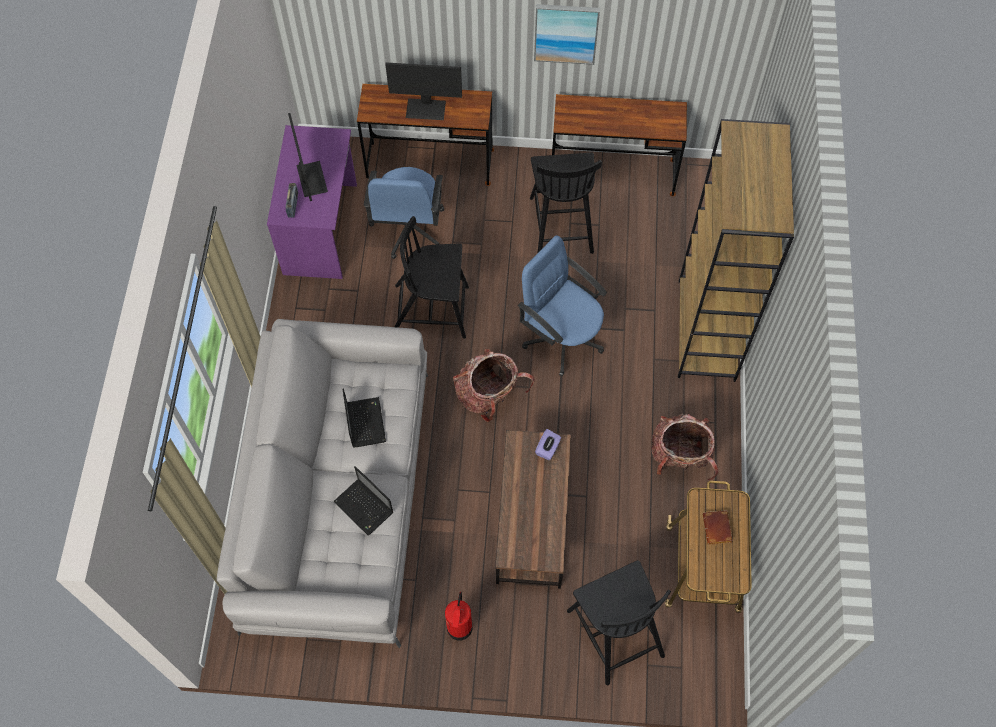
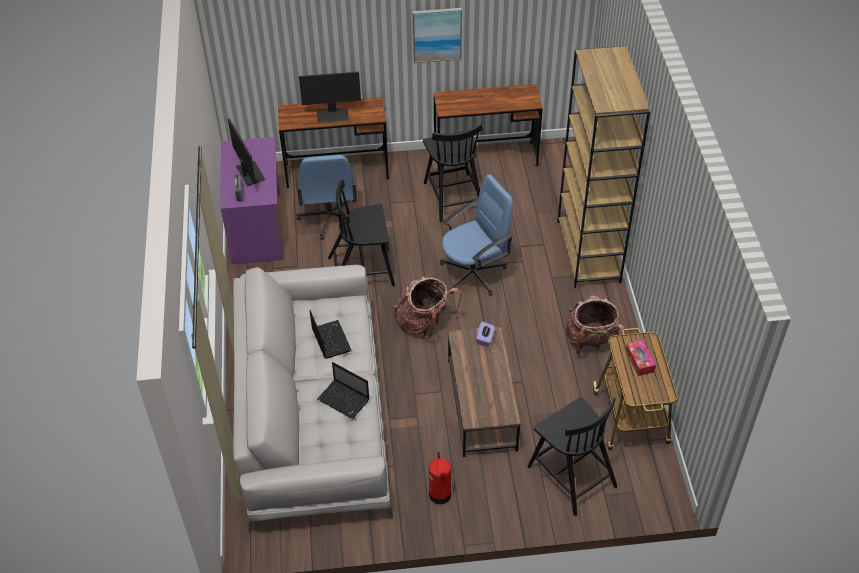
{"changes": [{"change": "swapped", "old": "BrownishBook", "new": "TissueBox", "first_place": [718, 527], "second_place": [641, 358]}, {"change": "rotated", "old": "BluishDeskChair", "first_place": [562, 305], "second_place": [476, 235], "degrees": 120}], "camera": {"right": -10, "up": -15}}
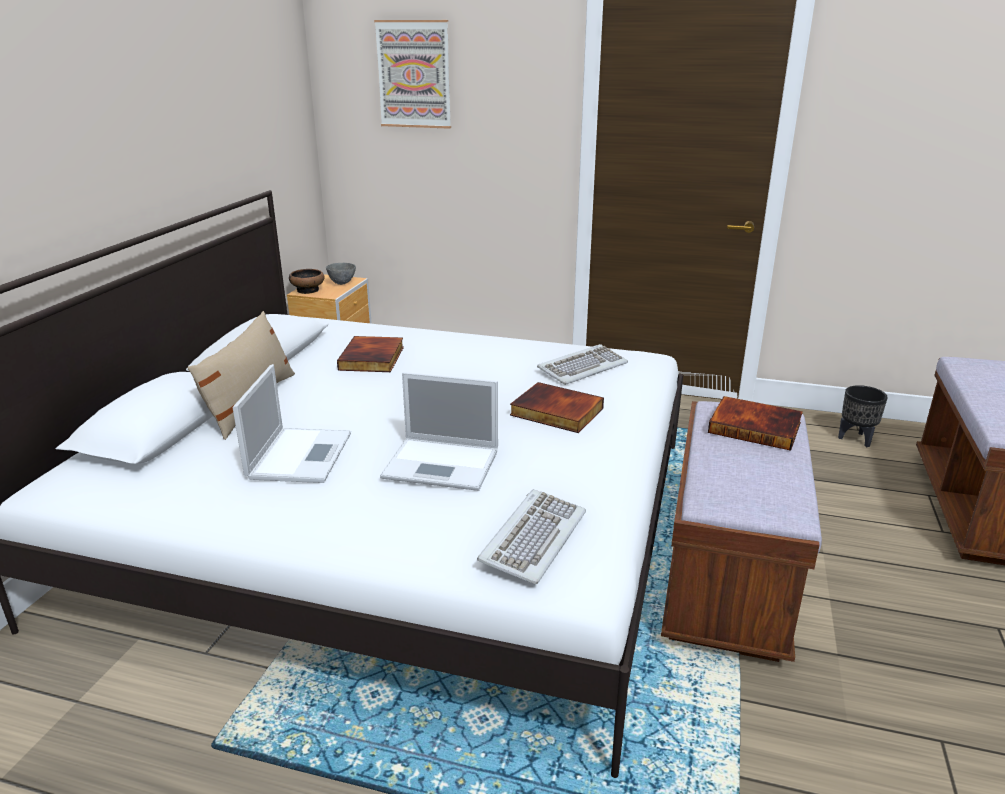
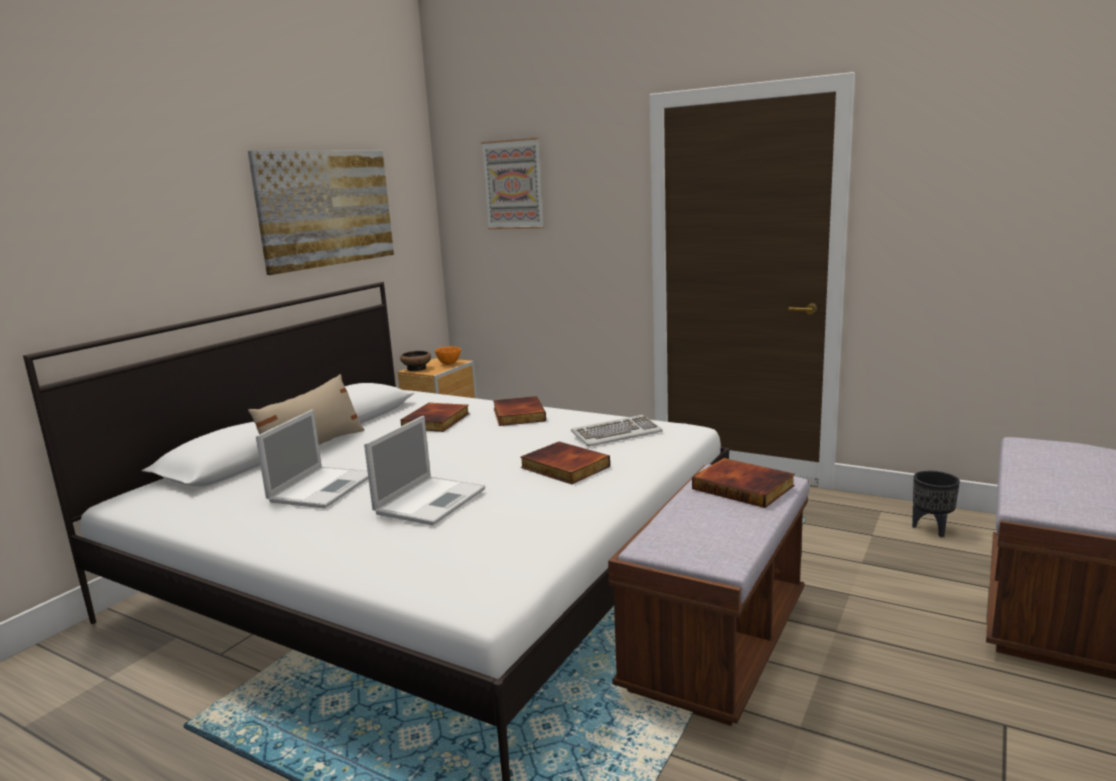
{"changes": [{"change": "gone", "old": "PcKeyboard", "first_place": [531, 536]}, {"change": "new", "new": "WallArt", "second_place": [321, 212]}, {"change": "new", "new": "Book", "second_place": [519, 411]}, {"change": "repainted", "old": "GrayDeepDish", "new": "OrangeyDeepDish", "first_place": [341, 274], "second_place": [448, 355]}, {"change": "rotated", "old": "PortableComputer", "first_place": [439, 431], "second_place": [424, 471], "degrees": -90}], "camera": {"right": 15, "up": -10}}
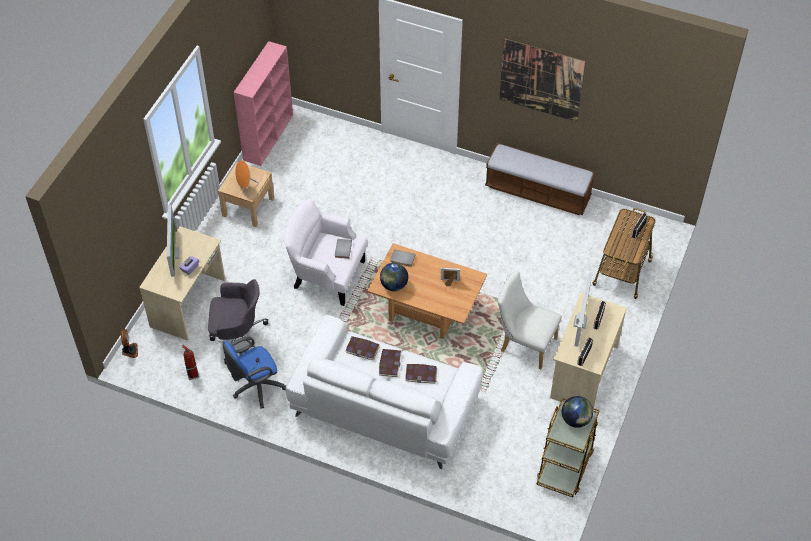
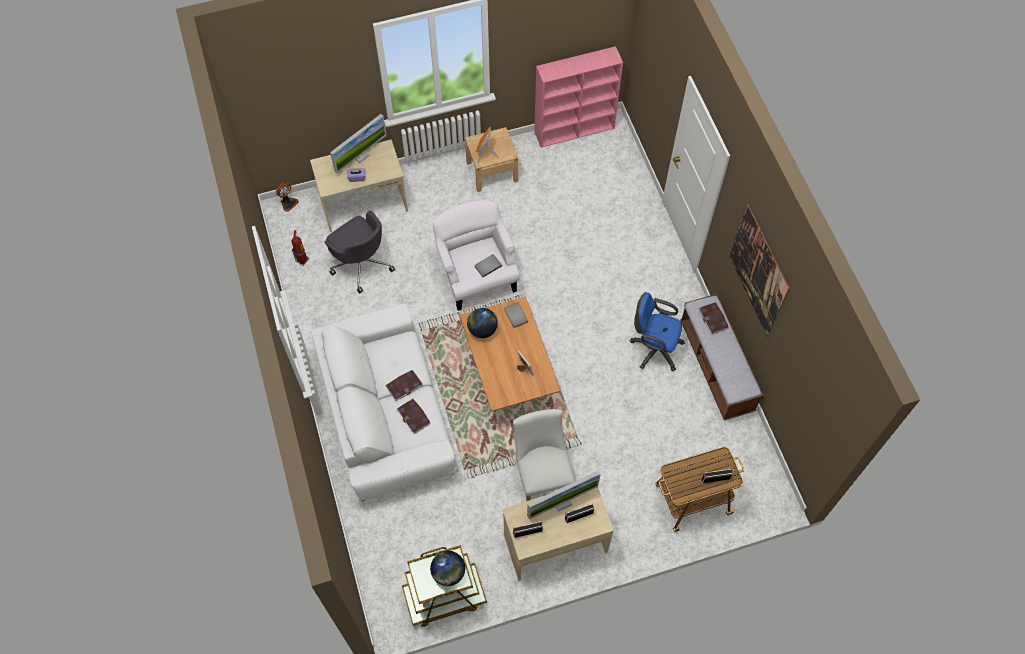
{"changes": [{"change": "shifted", "old": "BluishDeskChair", "first_place": [254, 372], "second_place": [657, 331]}, {"change": "shifted", "old": "Book", "first_place": [362, 348], "second_place": [714, 318]}], "camera": {"right": 50, "up": 10}}
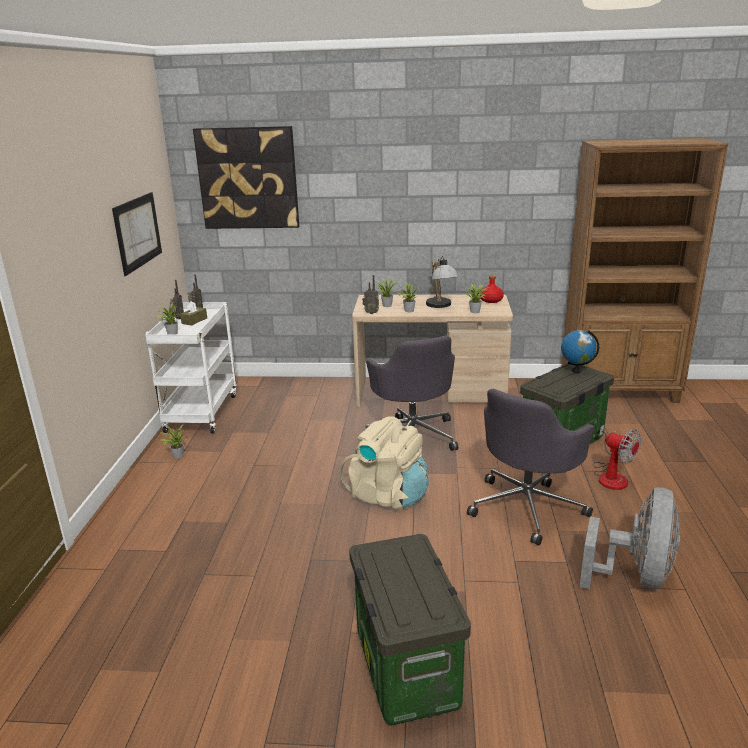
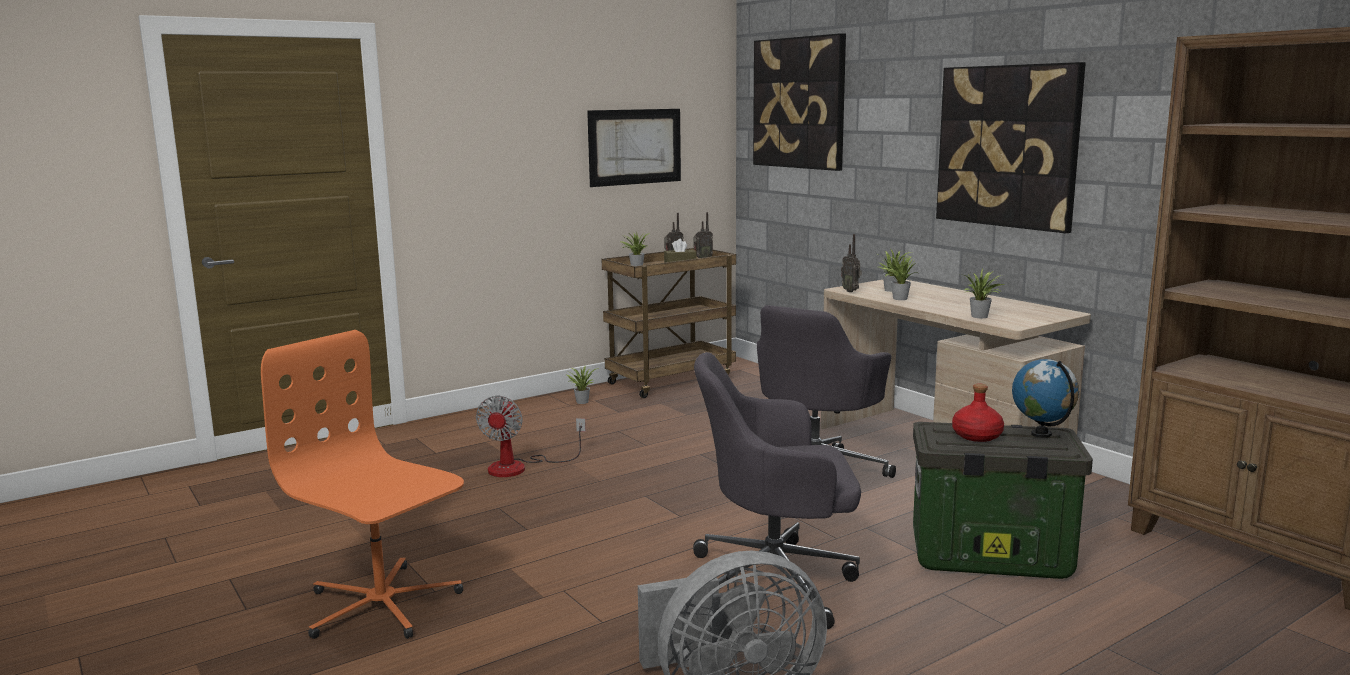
{"changes": [{"change": "gone", "old": "BeigeColouredKnapsack", "first_place": [384, 464]}, {"change": "gone", "old": "LampForATable", "first_place": [442, 282]}, {"change": "new", "new": "WallArt", "second_place": [1011, 147]}, {"change": "shifted", "old": "ReddishDrinkBottle", "first_place": [492, 289], "second_place": [978, 412]}, {"change": "shifted", "old": "CoolingFan", "first_place": [617, 457], "second_place": [531, 436]}, {"change": "swapped", "old": "StorageBox", "new": "OrangeyDeskChair", "first_place": [410, 630], "second_place": [362, 484]}, {"change": "repainted", "old": "WhiteCart", "new": "BrownishCart", "first_place": [191, 368], "second_place": [669, 323]}], "camera": {"right": 50, "up": -10}}
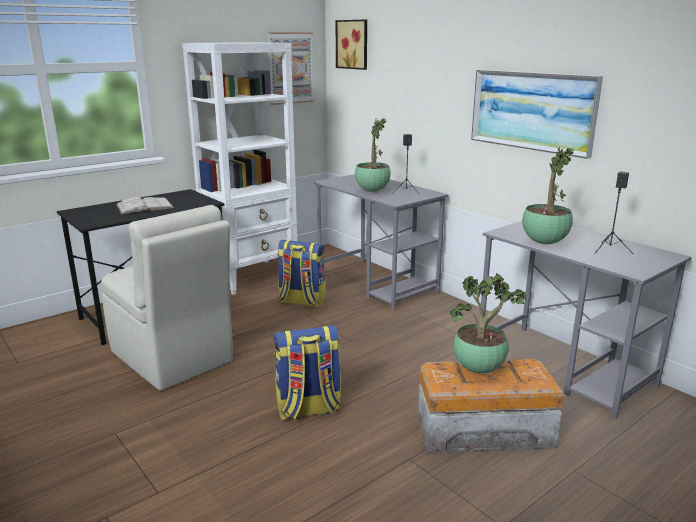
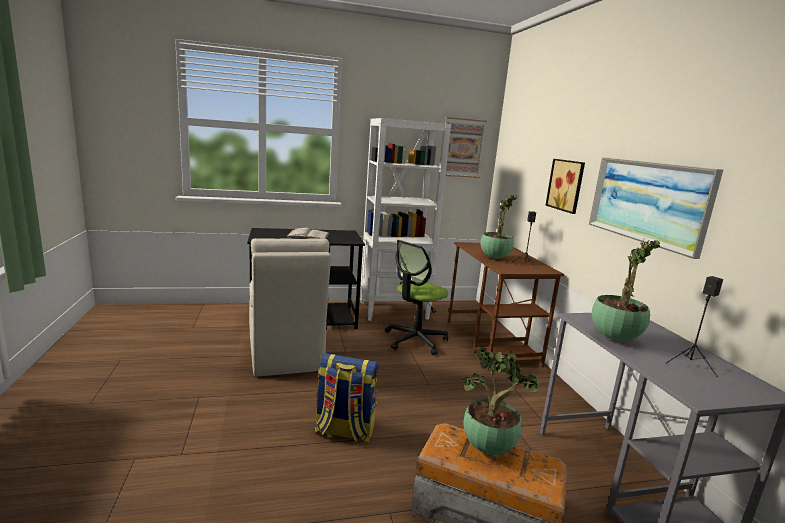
{"changes": [{"change": "shifted", "old": "WallArt", "first_place": [351, 45], "second_place": [565, 186]}, {"change": "swapped", "old": "Knapsack", "new": "DeskChair", "first_place": [301, 274], "second_place": [416, 297]}, {"change": "repainted", "old": "GrayDeskTable", "new": "BrownishDeskTable", "first_place": [381, 242], "second_place": [506, 306]}], "camera": {"right": 25, "up": -5}}
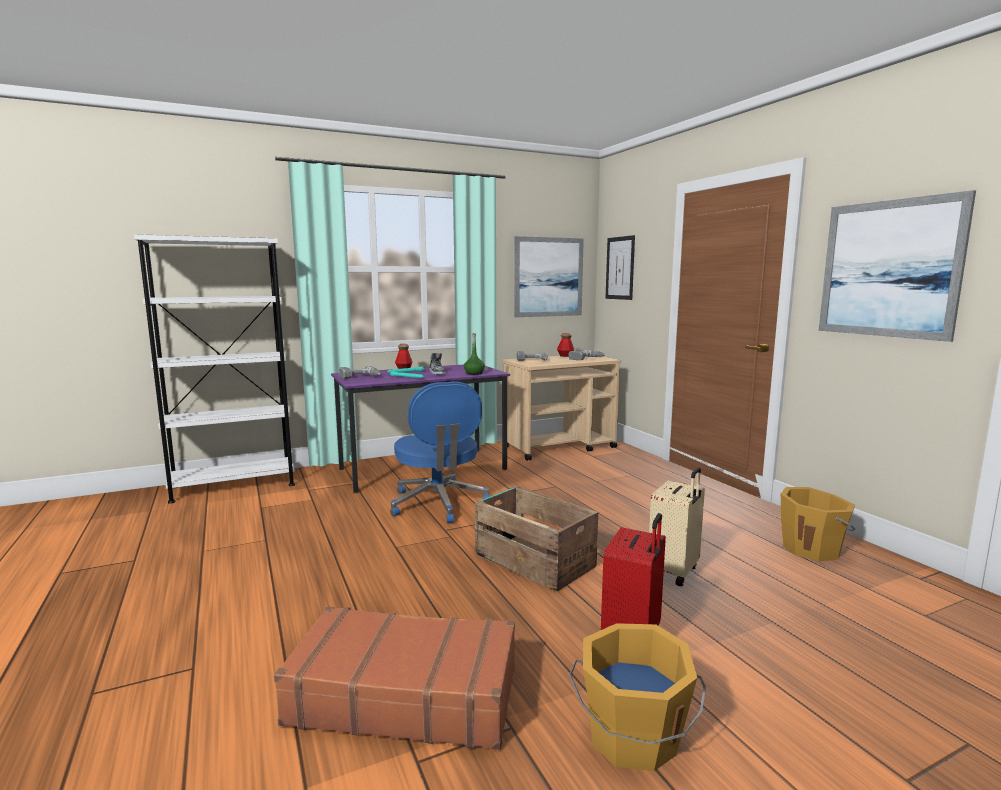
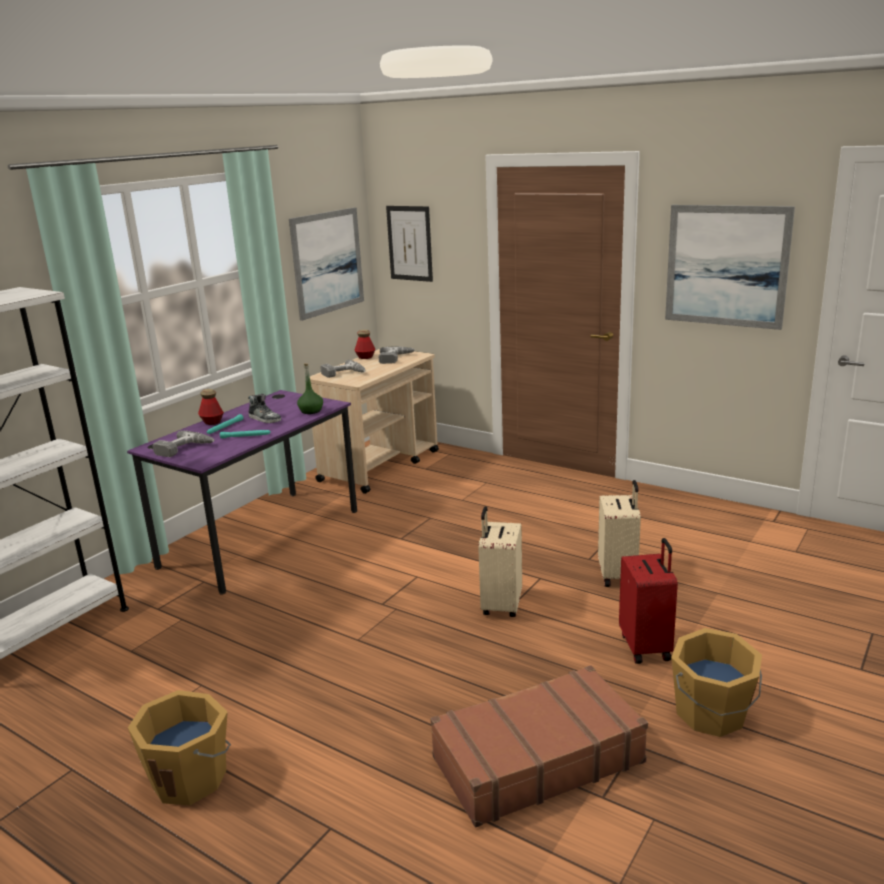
{"changes": [{"change": "gone", "old": "BluishDeskChair", "first_place": [440, 452]}, {"change": "shifted", "old": "OrangeyWaterBucket", "first_place": [818, 524], "second_place": [179, 747]}, {"change": "swapped", "old": "ShippingCrate", "new": "BeigeColouredSuitcase", "first_place": [536, 538], "second_place": [500, 561]}], "camera": {"right": -30, "up": 10}}
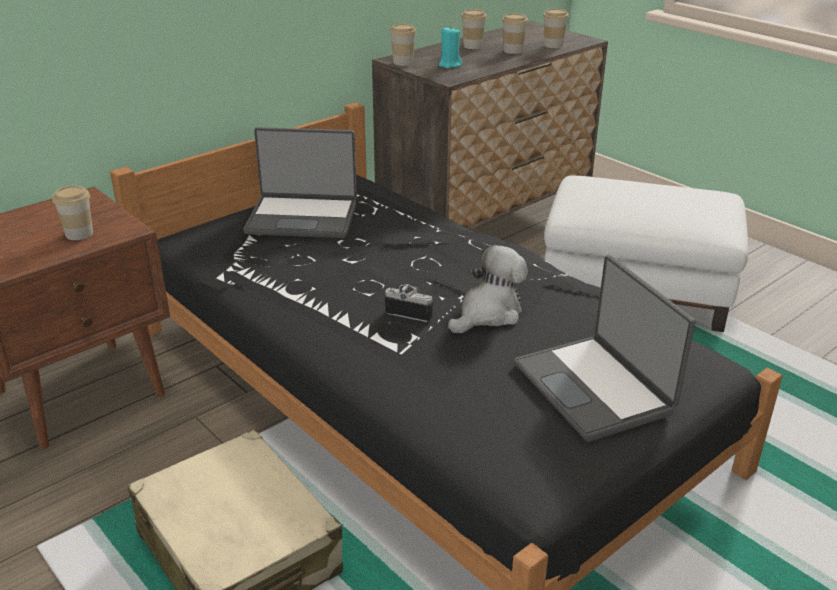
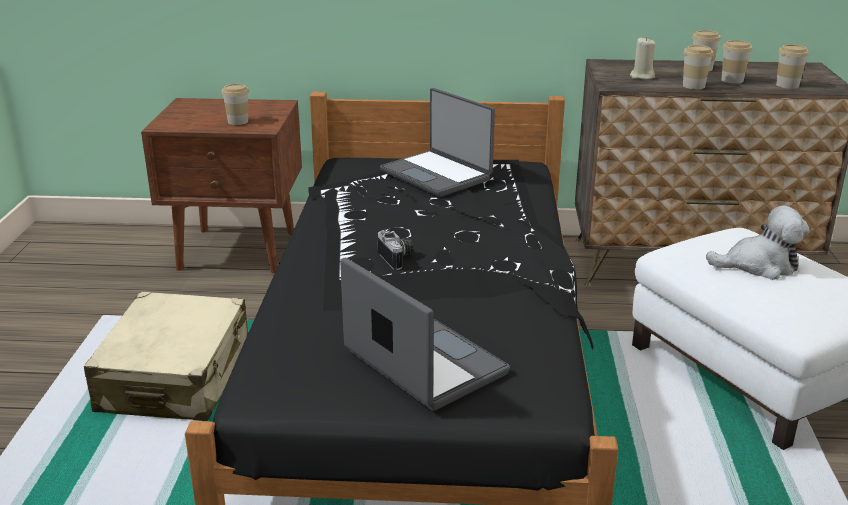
{"changes": [{"change": "shifted", "old": "SmallCup", "first_place": [403, 45], "second_place": [698, 67]}, {"change": "shifted", "old": "CuddlyToy", "first_place": [488, 289], "second_place": [757, 242]}, {"change": "repainted", "old": "BlueGreenCandle", "new": "BeigeColouredCandle", "first_place": [450, 48], "second_place": [643, 58]}, {"change": "rotated", "old": "PortableComputer", "first_place": [604, 348], "second_place": [425, 334], "degrees": 120}], "camera": {"right": 45, "up": -5}}
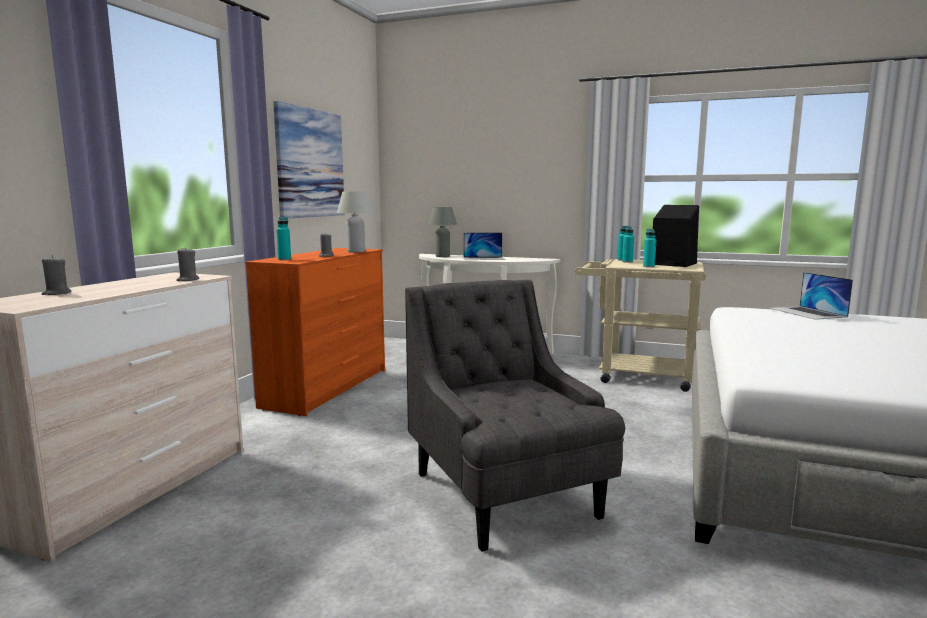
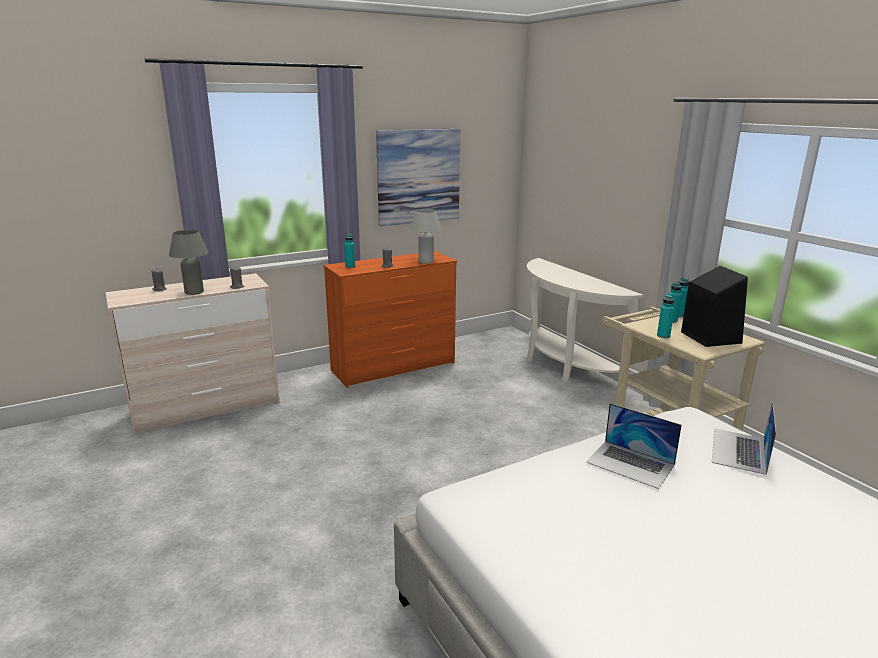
{"changes": [{"change": "gone", "old": "GrayLoungeChair", "first_place": [515, 415]}, {"change": "shifted", "old": "GrayLampForATable", "first_place": [442, 232], "second_place": [188, 262]}, {"change": "shifted", "old": "PortableComputer", "first_place": [484, 246], "second_place": [634, 446]}], "camera": {"right": 40, "up": 10}}
